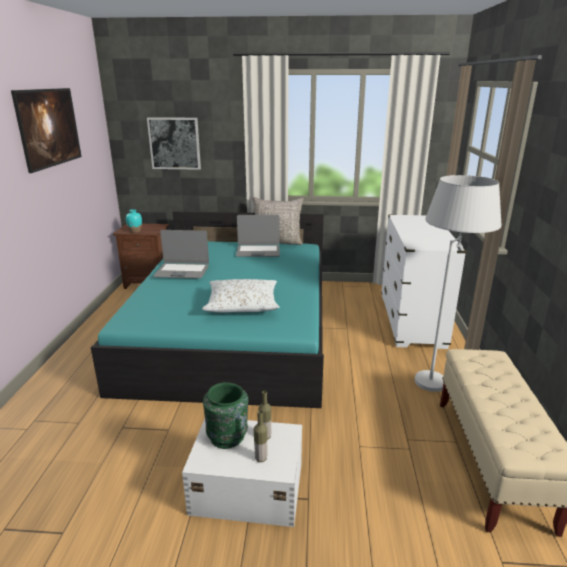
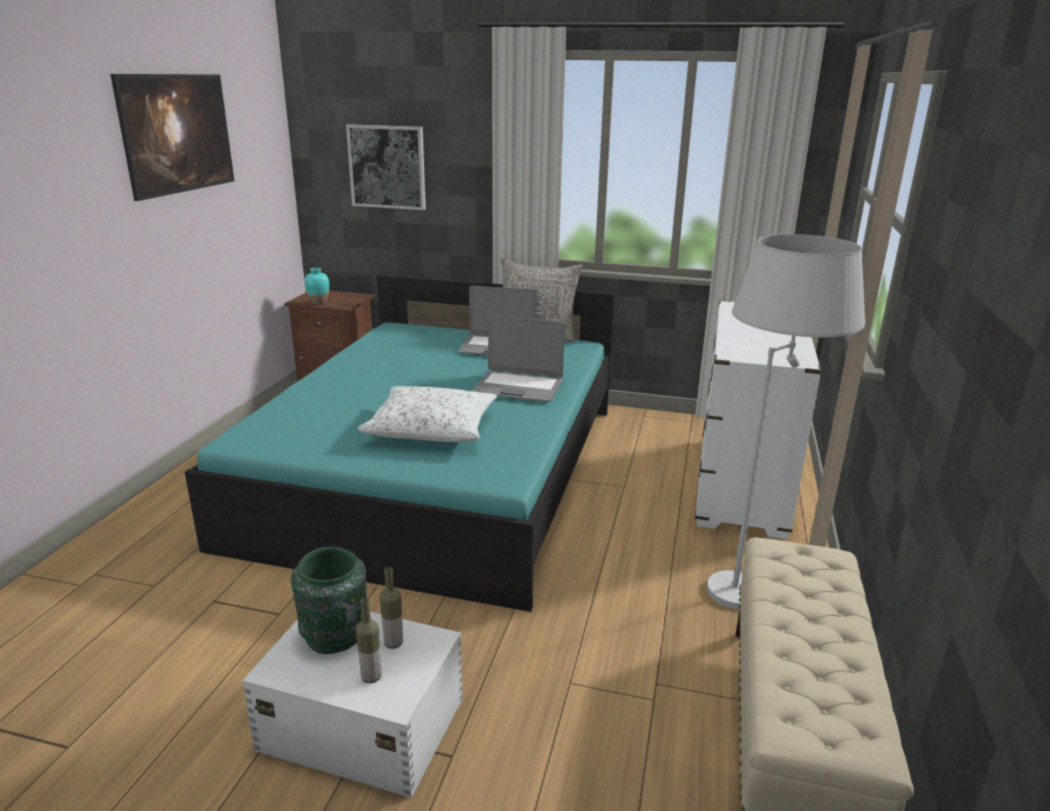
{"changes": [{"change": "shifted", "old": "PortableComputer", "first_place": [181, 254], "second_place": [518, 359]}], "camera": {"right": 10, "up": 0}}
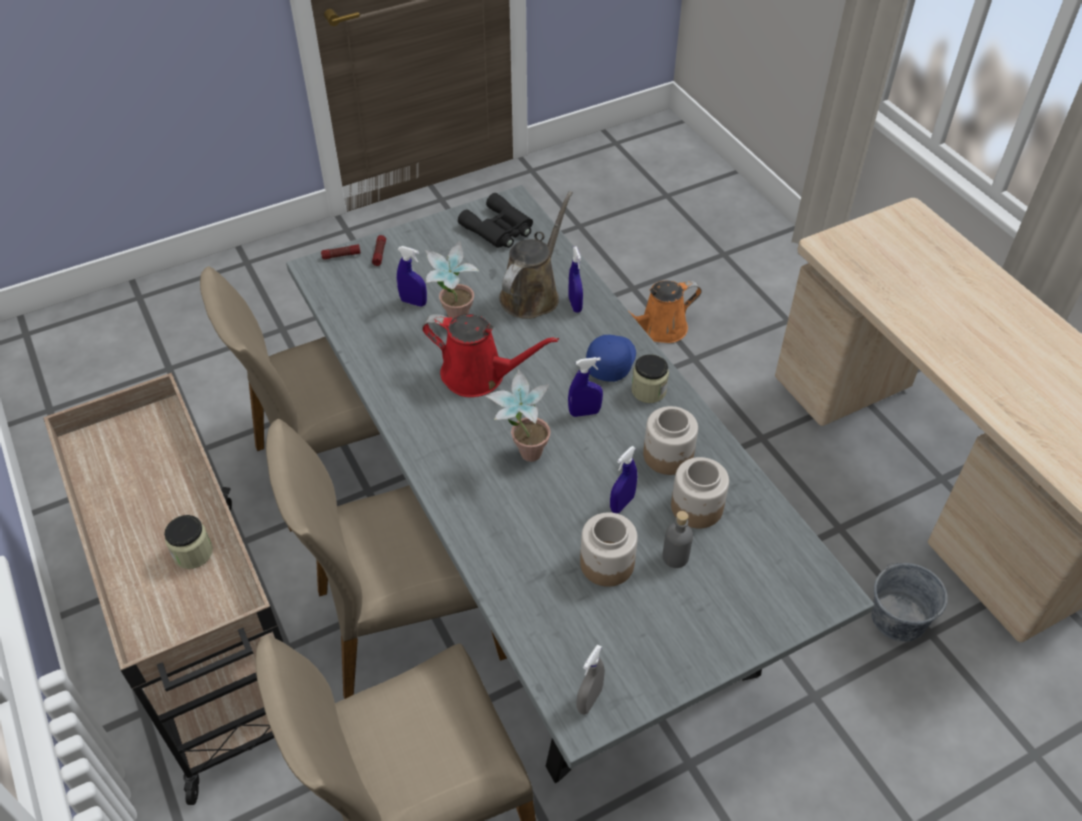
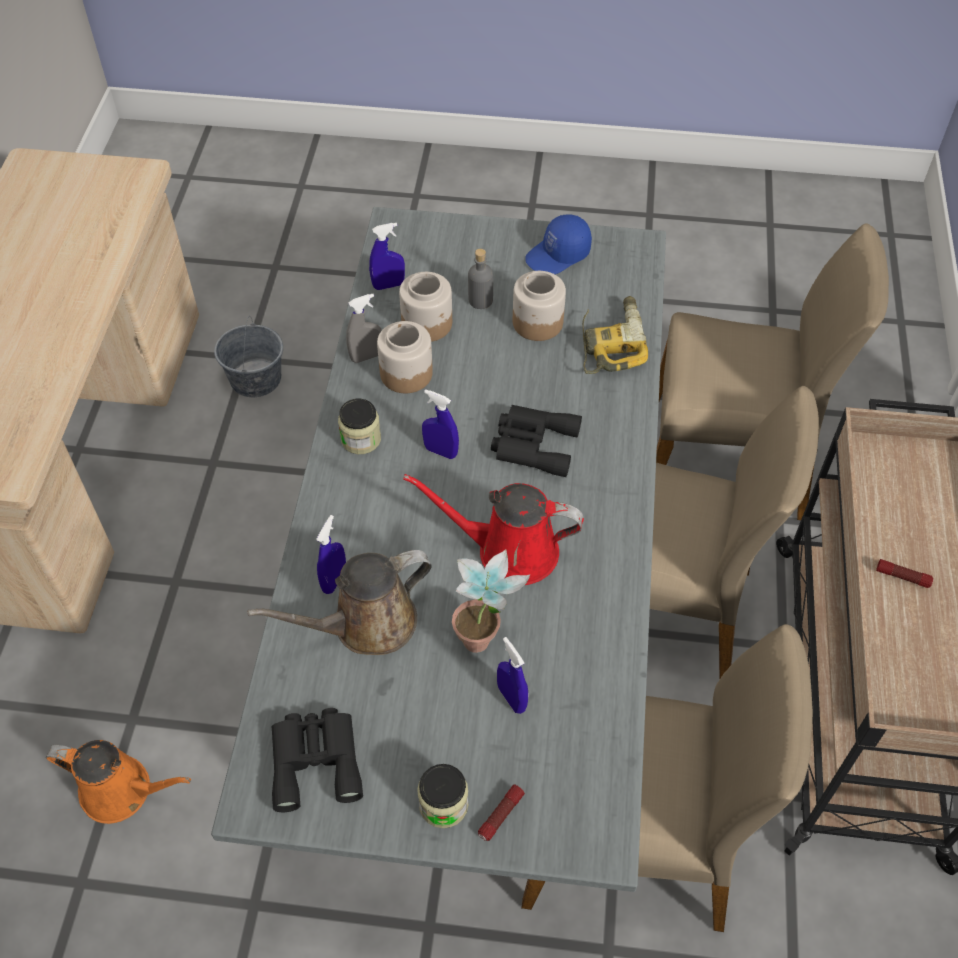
{"changes": [{"change": "new", "new": "ElectricDrill", "second_place": [615, 335]}, {"change": "shifted", "old": "Jar", "first_place": [188, 542], "second_place": [443, 796]}, {"change": "shifted", "old": "Flashlight", "first_place": [341, 252], "second_place": [904, 573]}, {"change": "shifted", "old": "GraySprayBottle", "first_place": [591, 679], "second_place": [364, 328]}, {"change": "shifted", "old": "BluishPeakedCap", "first_place": [611, 358], "second_place": [558, 244]}, {"change": "shifted", "old": "BluishSprayBottle", "first_place": [623, 479], "second_place": [387, 256]}, {"change": "swapped", "old": "PlantInAPot", "new": "BlackFieldGlasses", "first_place": [518, 415], "second_place": [536, 441]}, {"change": "rotated", "old": "ReddishWateringCan", "first_place": [490, 355], "second_place": [493, 529], "degrees": -45}], "camera": {"right": -145, "up": 5}}
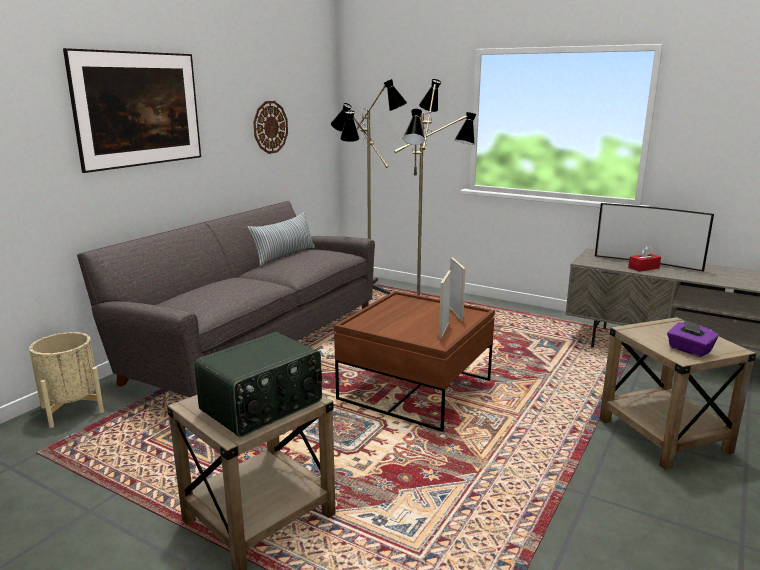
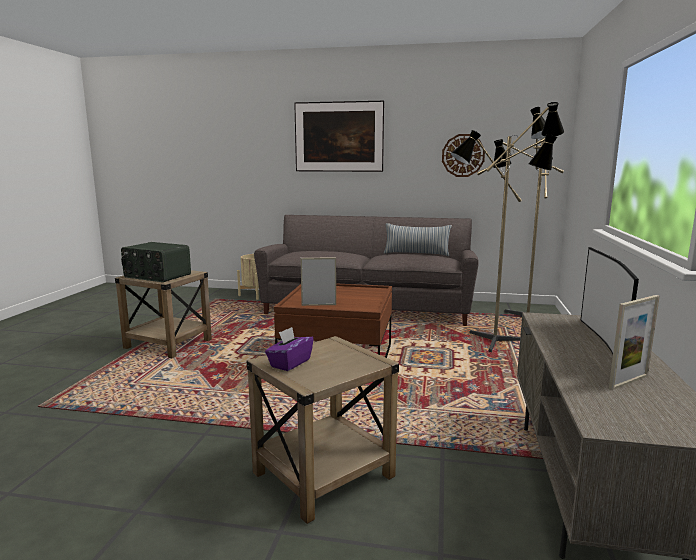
{"changes": [{"change": "gone", "old": "ReddishTissueBox", "first_place": [644, 259]}, {"change": "shifted", "old": "PhotoFrame", "first_place": [458, 289], "second_place": [634, 342]}], "camera": {"right": 70, "up": -5}}
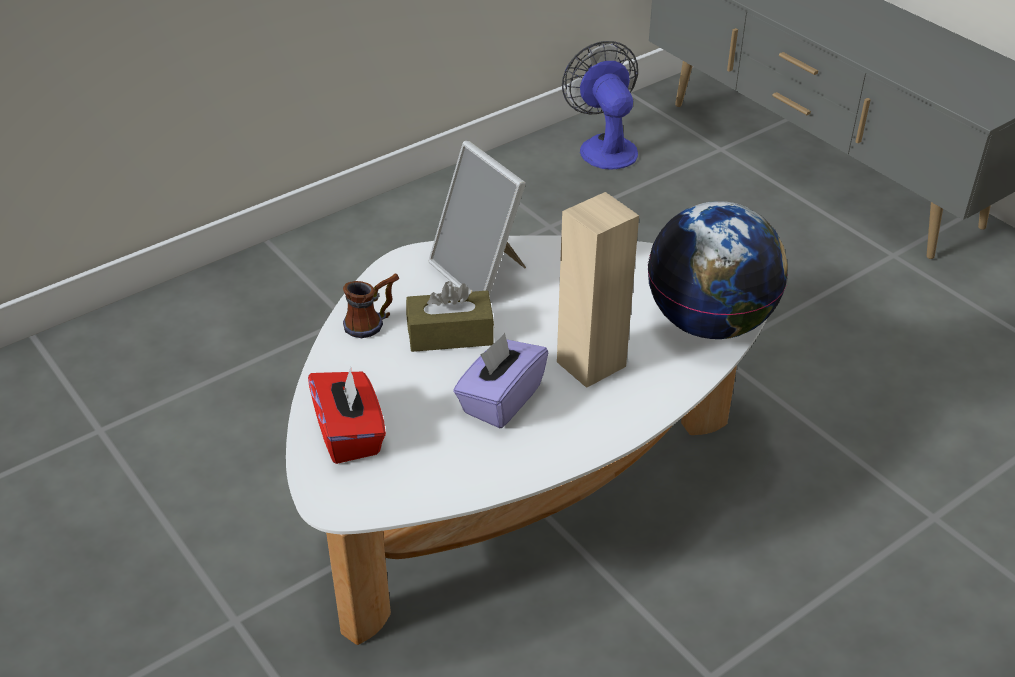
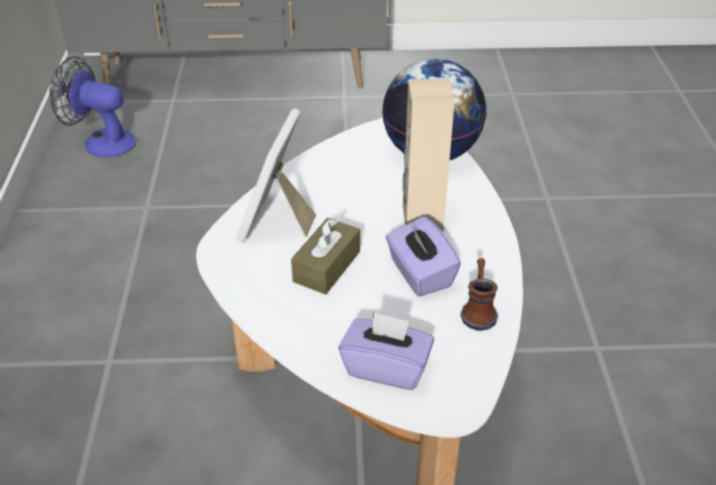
{"changes": [{"change": "shifted", "old": "TeaMug", "first_place": [371, 305], "second_place": [479, 294]}, {"change": "repainted", "old": "ReddishTissueBox", "new": "PurplishTissueBox", "first_place": [347, 415], "second_place": [386, 350]}, {"change": "rotated", "old": "PhotoFrame", "first_place": [477, 218], "second_place": [276, 175], "degrees": 105}], "camera": {"right": -55, "up": 0}}
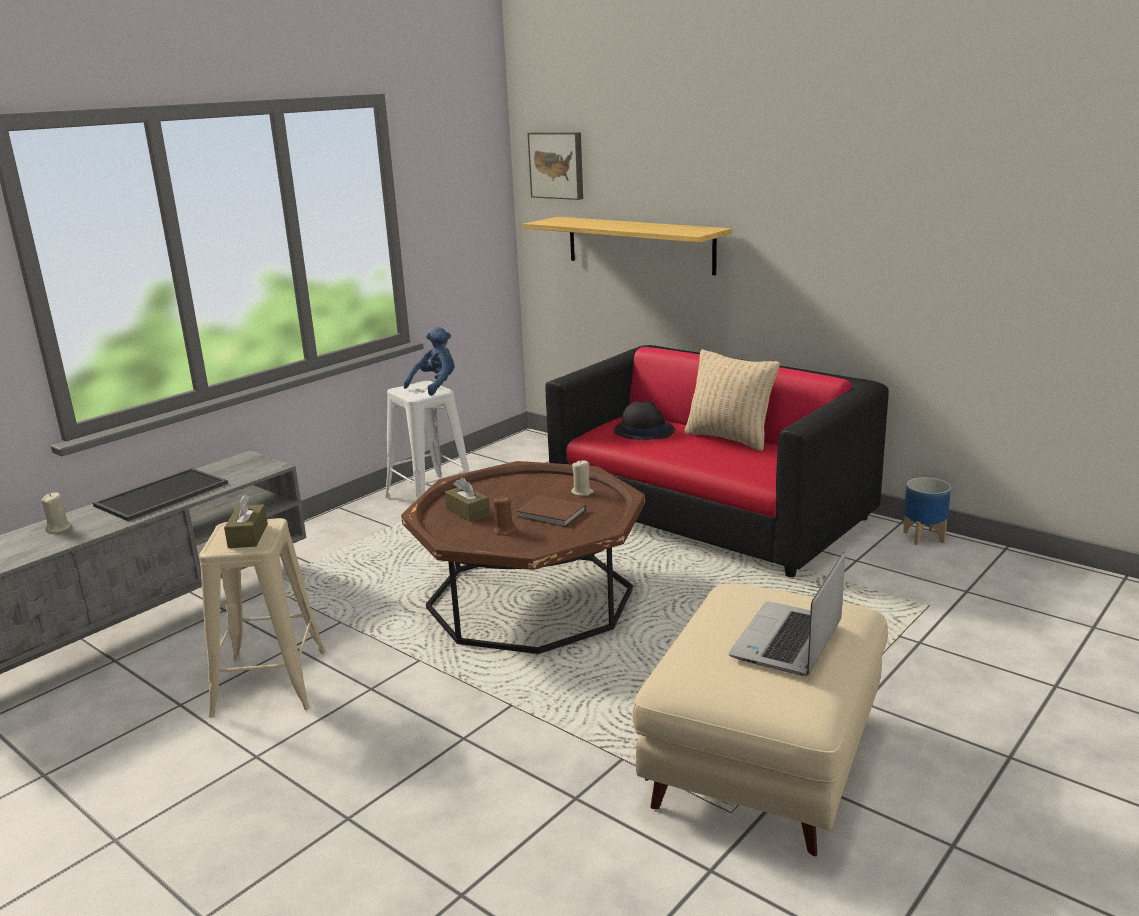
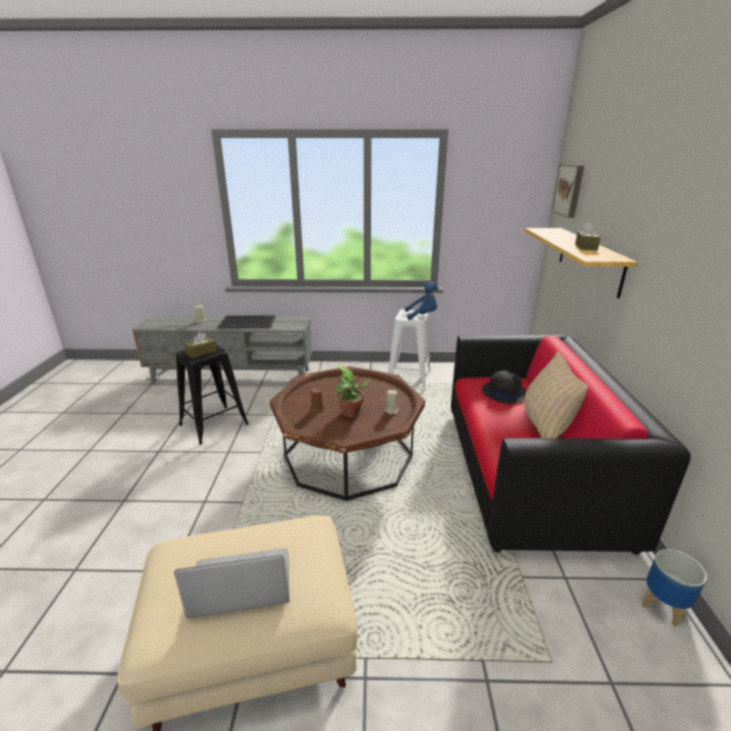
{"changes": [{"change": "shifted", "old": "BrownishTissueBox", "first_place": [467, 499], "second_place": [588, 236]}, {"change": "swapped", "old": "BrownishBook", "new": "PlantInAPot", "first_place": [551, 511], "second_place": [353, 392]}, {"change": "repainted", "old": "BeigeColouredStoolSeat", "new": "BlackStoolSeat", "first_place": [262, 618], "second_place": [212, 395]}], "camera": {"right": 50, "up": 5}}
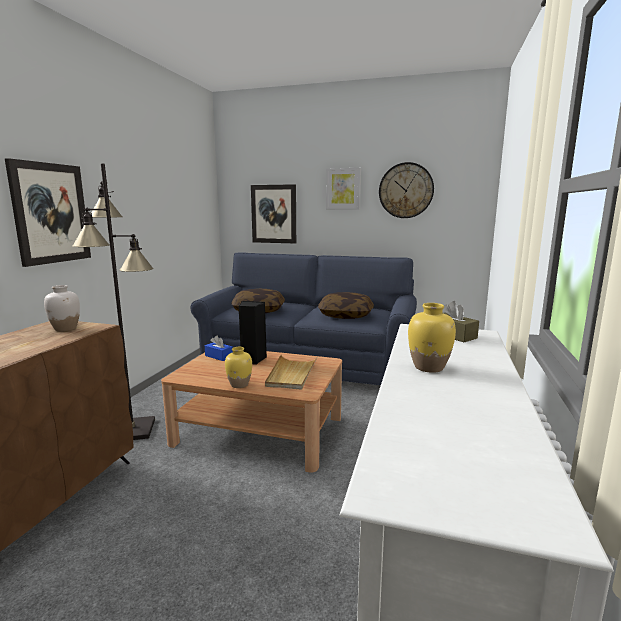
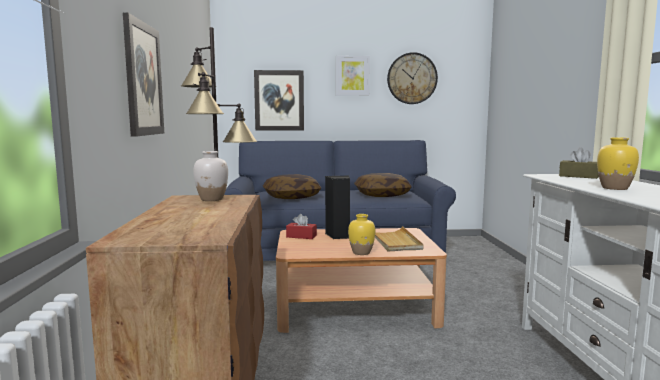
{"changes": [{"change": "repainted", "old": "BluishTissueBox", "new": "ReddishTissueBox", "first_place": [219, 348], "second_place": [301, 226]}], "camera": {"right": -20, "up": -5}}
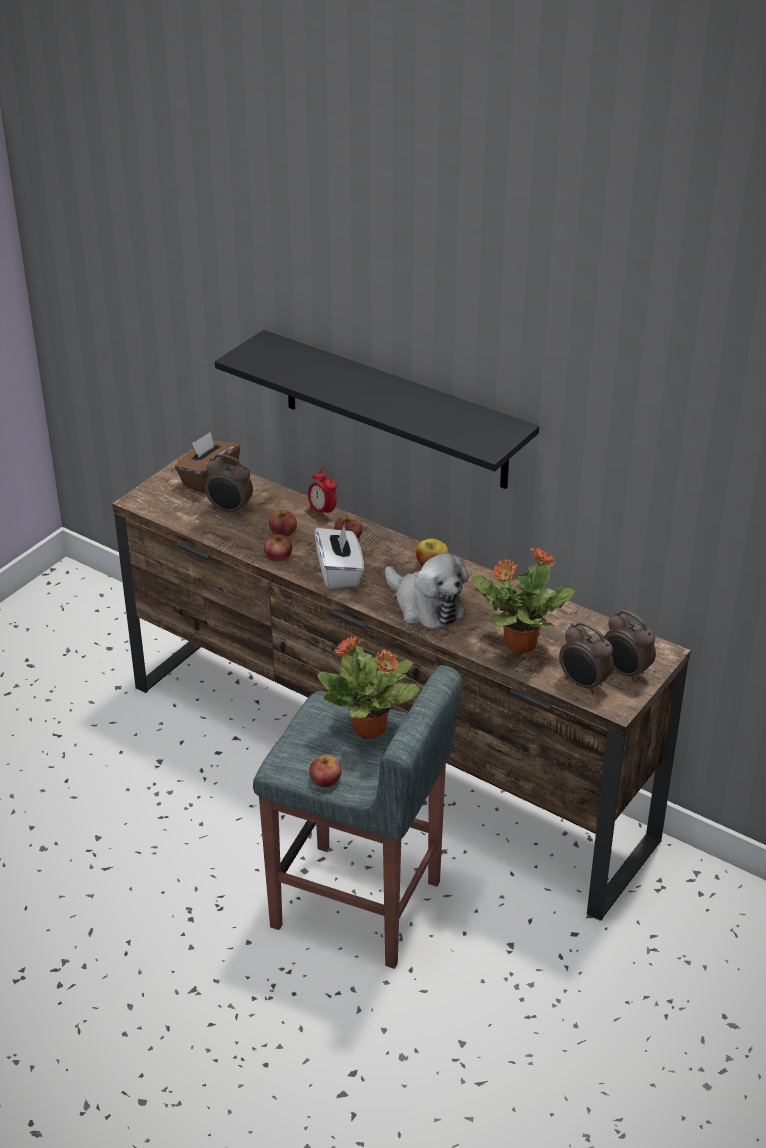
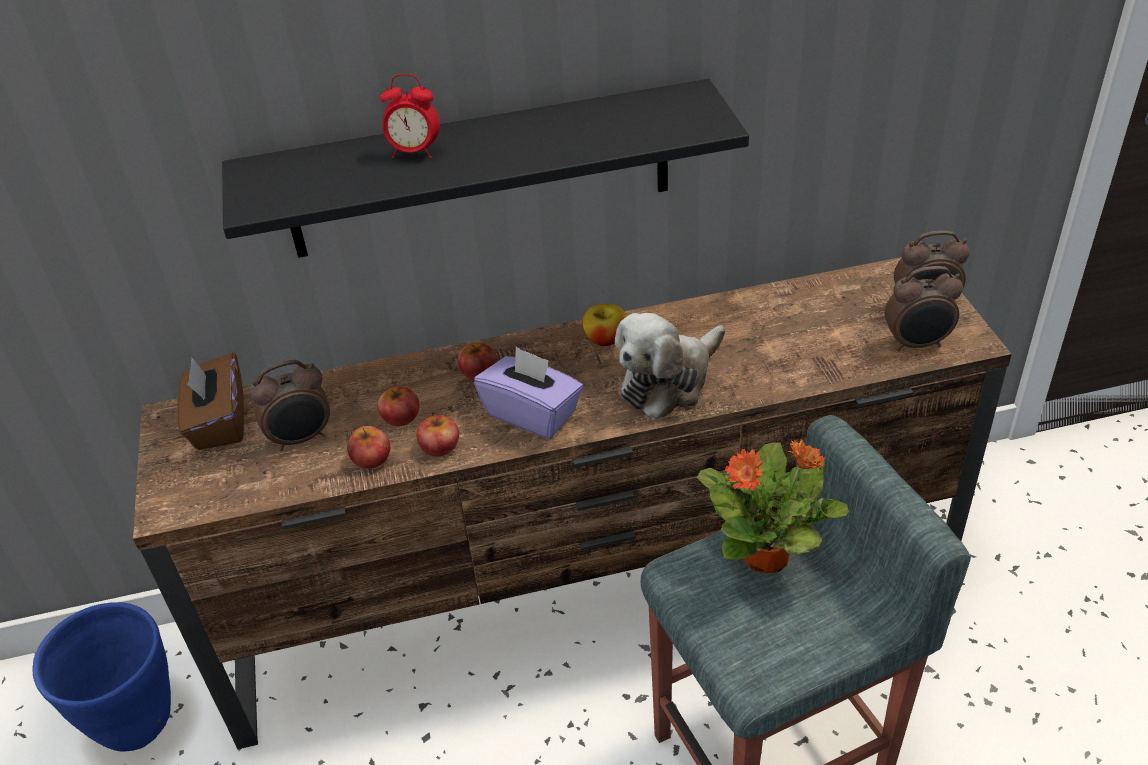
{"changes": [{"change": "gone", "old": "PlantInAPot", "first_place": [523, 600]}, {"change": "new", "new": "BluishPlanter", "second_place": [102, 677]}, {"change": "shifted", "old": "AlarmClock", "first_place": [322, 493], "second_place": [410, 116]}, {"change": "shifted", "old": "WholeApple", "first_place": [325, 771], "second_place": [369, 447]}, {"change": "repainted", "old": "WhiteTissueBox", "new": "PurplishTissueBox", "first_place": [339, 556], "second_place": [528, 393]}, {"change": "rotated", "old": "CuddlyToy", "first_place": [427, 590], "second_place": [670, 366], "degrees": 135}], "camera": {"right": -45, "up": 5}}
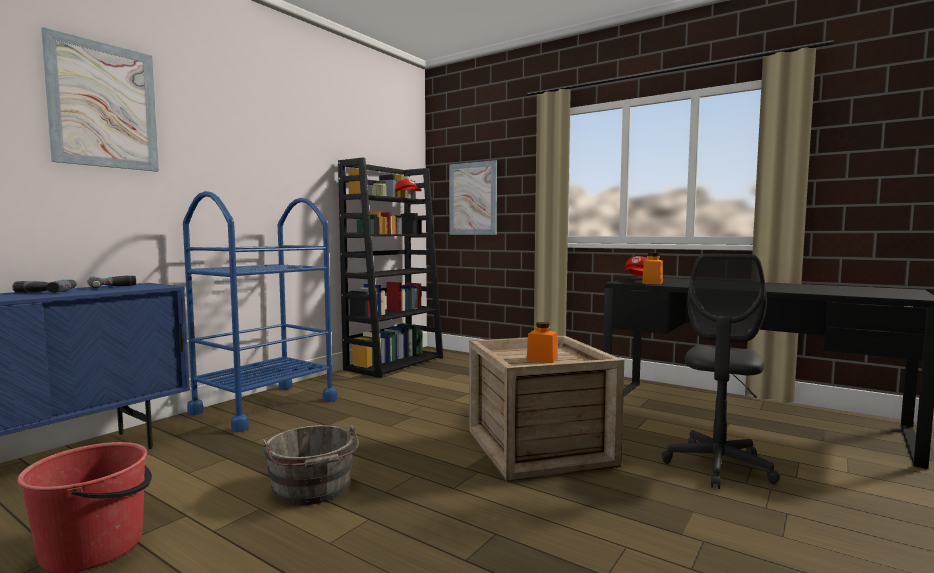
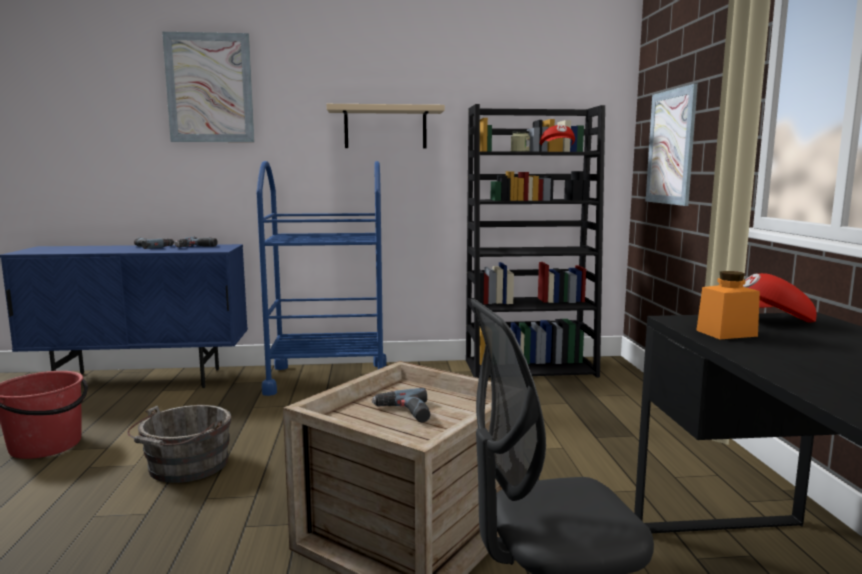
{"changes": [{"change": "new", "new": "BeigeColouredShelf", "second_place": [385, 126]}, {"change": "swapped", "old": "OrangeyJar", "new": "ElectricDrill", "first_place": [542, 342], "second_place": [401, 405]}], "camera": {"right": 50, "up": 5}}
